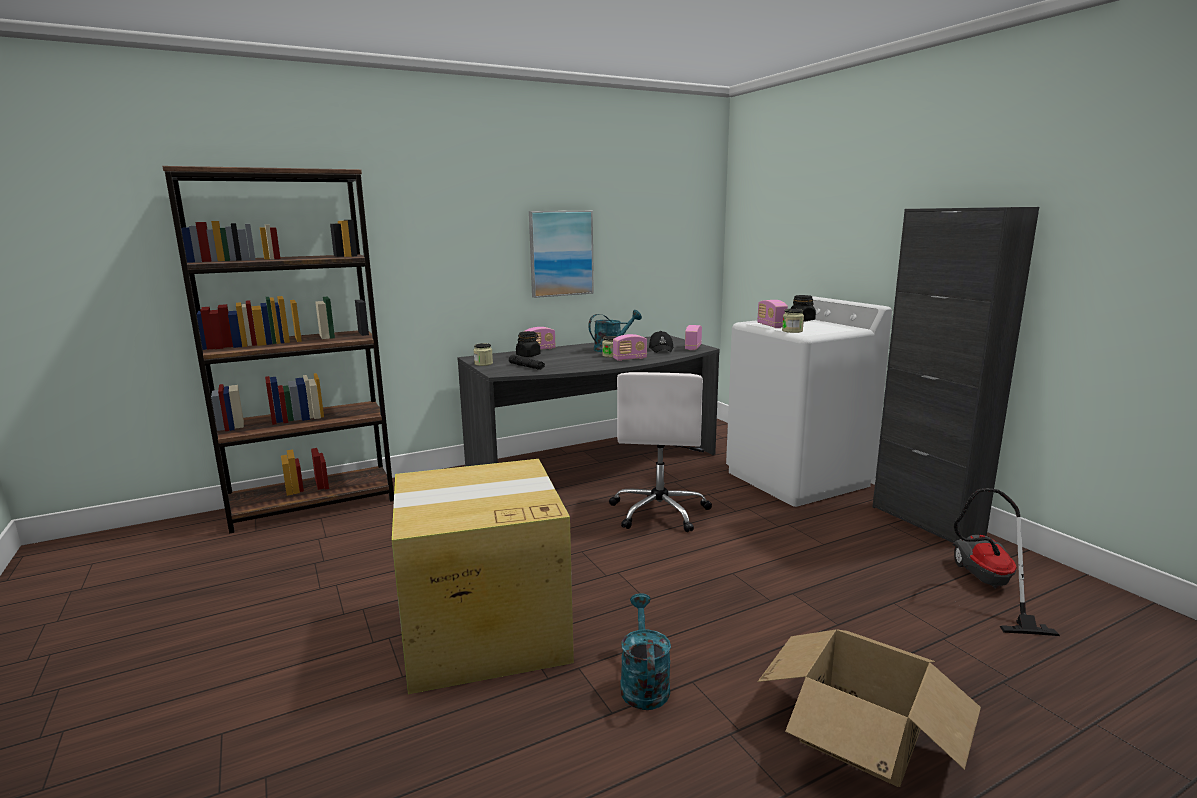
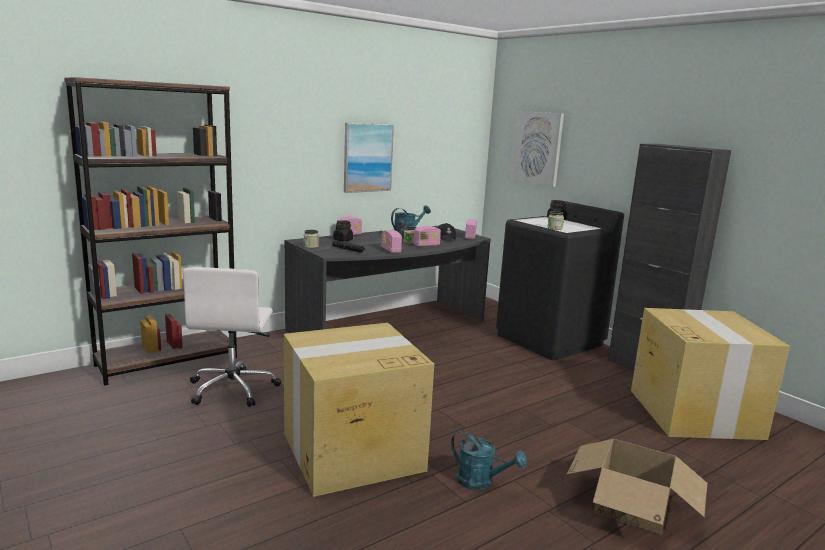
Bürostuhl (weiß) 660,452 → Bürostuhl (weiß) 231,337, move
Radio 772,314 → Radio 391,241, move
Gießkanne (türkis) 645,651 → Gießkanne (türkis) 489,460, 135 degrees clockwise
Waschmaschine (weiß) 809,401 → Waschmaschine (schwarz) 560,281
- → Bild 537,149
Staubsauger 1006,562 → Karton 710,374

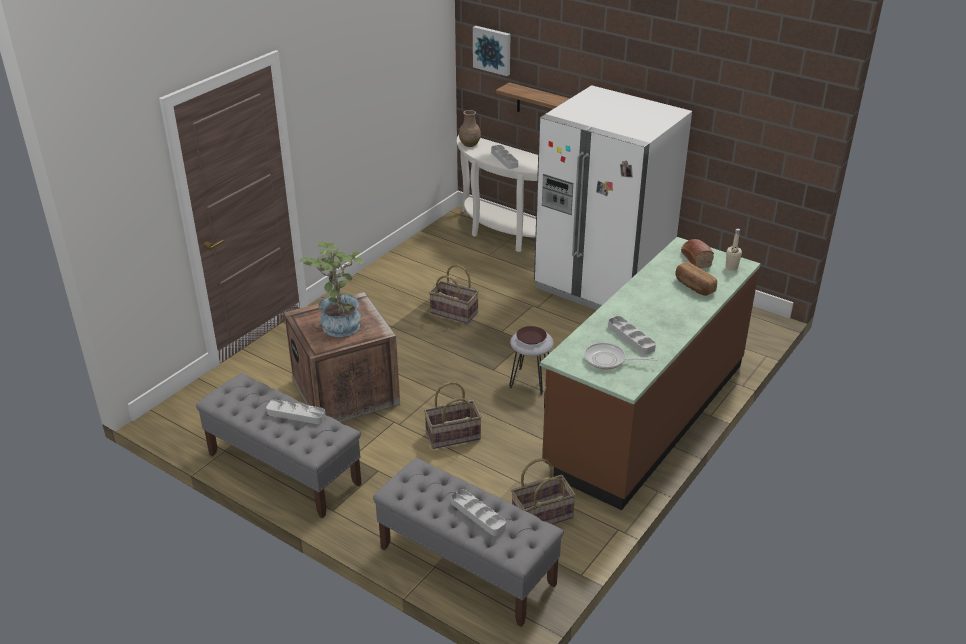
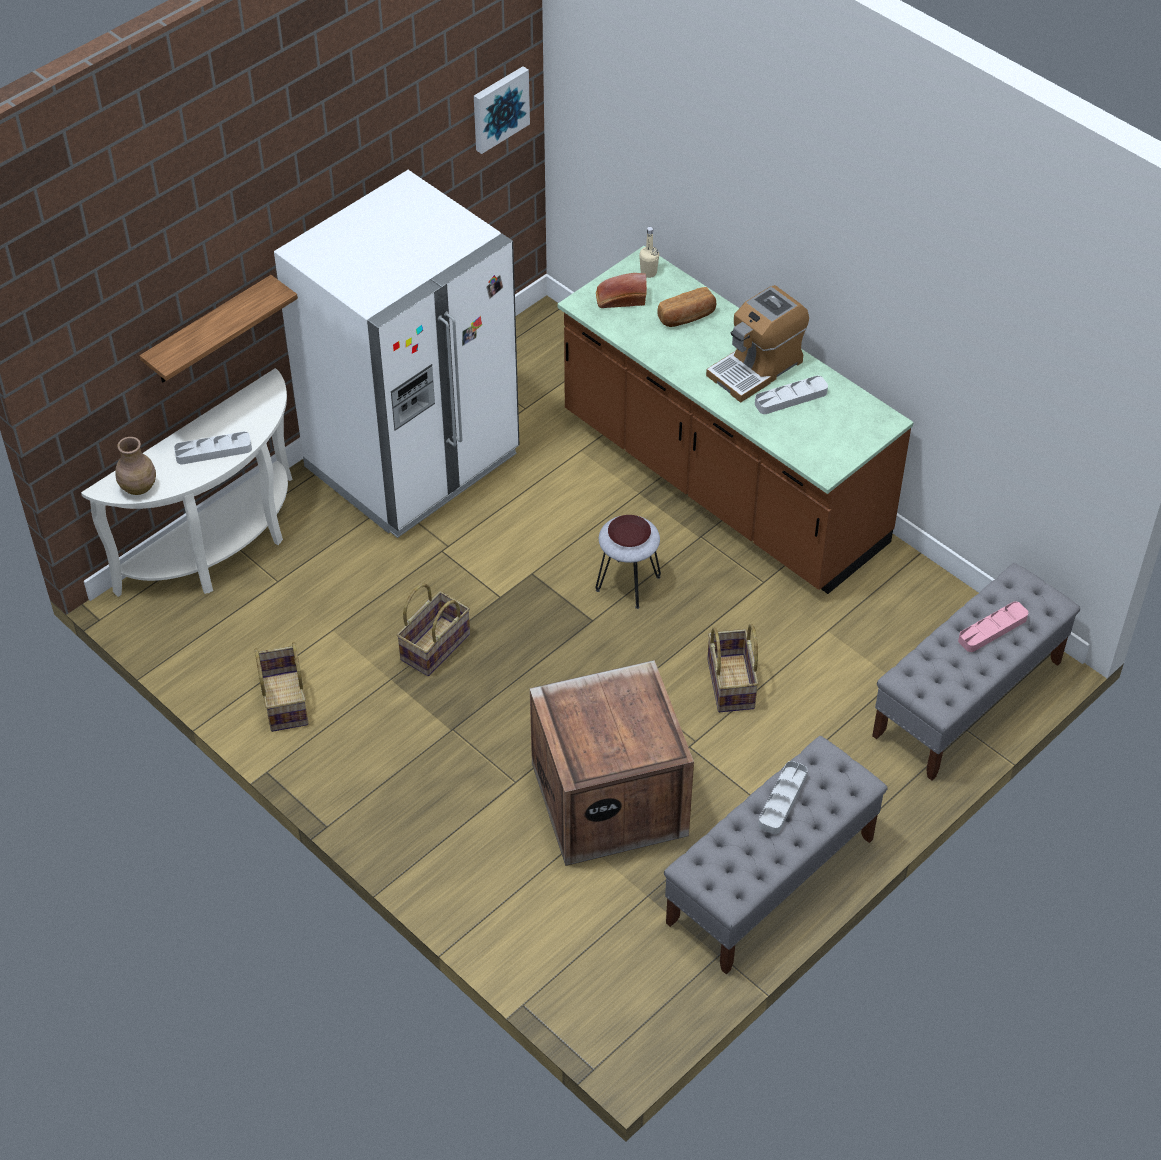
Korb 543,491 → Korb 281,687, move
Bild 491,51 → Bild 502,110, move
- → Kaffeemaschine 757,344
Tablett (grau) 478,512 → Tablett (rosa) 993,627
Topfpflanze 331,289 → -
Pfanne 620,356 → -

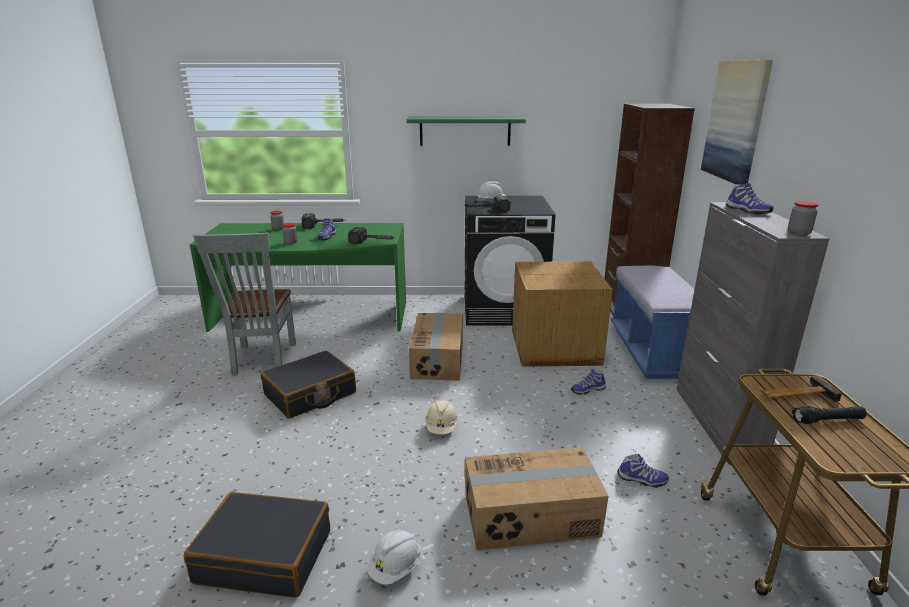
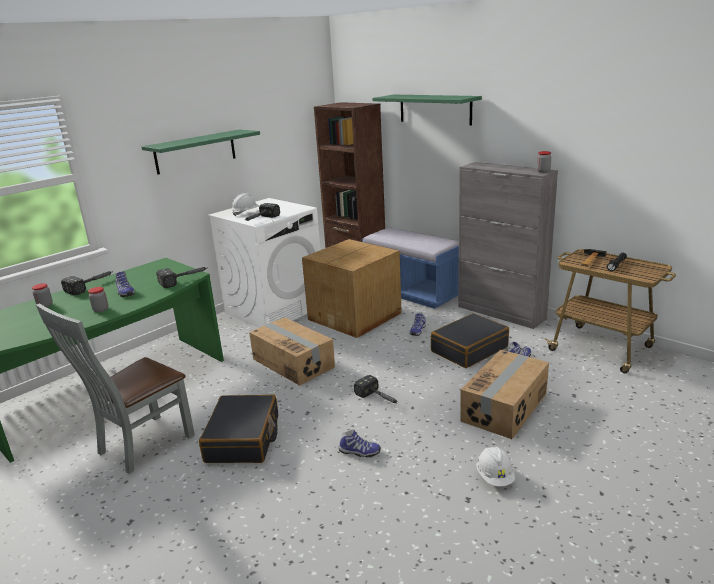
Stuhl (grau) 244,304 → Stuhl (grau) 115,388, 90 degrees clockwise
Waschmaschine (schwarz) 510,260 → Waschmaschine (weiß) 264,263
Schuh 749,198 → Schuh 360,444, move
Schutzhelm (beige) 441,417 → Hammer 376,389
Bild 737,122 → Wandregal (grün) 427,110
Koffer (schwarz) 257,545 → Koffer (schwarz) 470,340, move

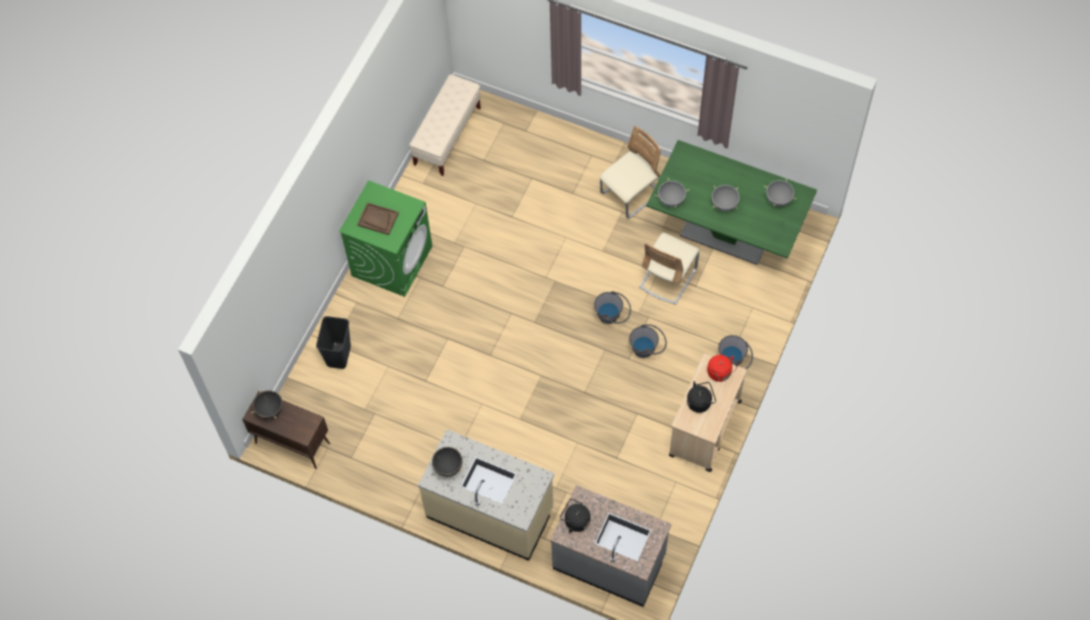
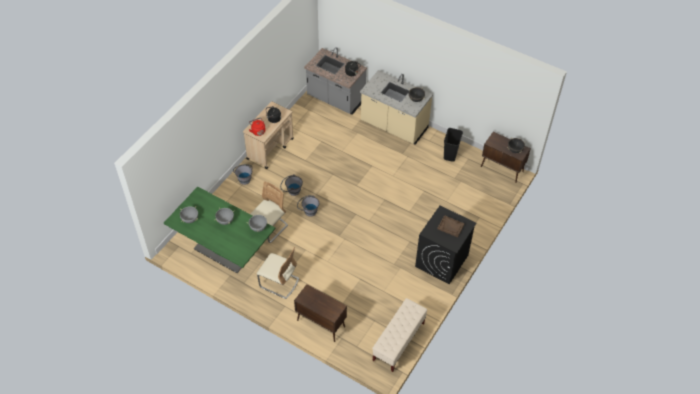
Stuhl (beige) 630,172 → Stuhl (beige) 278,273, 120 degrees counterclockwise
- → Schrank (braun) 320,313
Waschmaschine (grün) 385,238 → Waschmaschine (schwarz) 446,244
Mülleimer (schwarz) 333,342 → Mülleimer (schwarz) 453,145, move

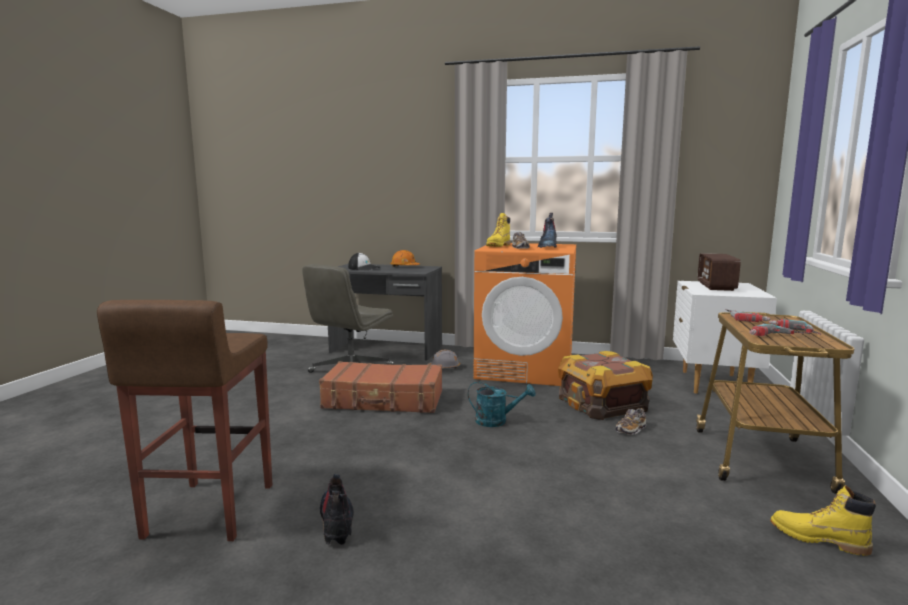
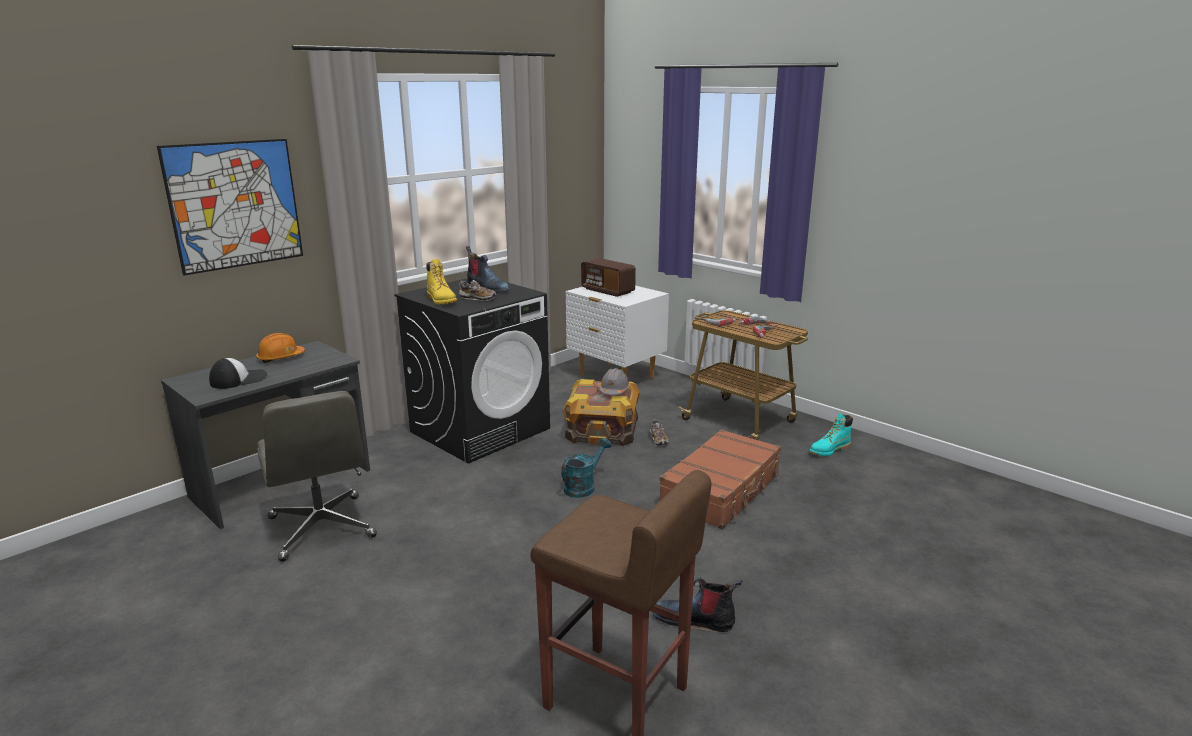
- → Bild 230,207
Waschmaschine (orange) 524,314 → Waschmaschine (schwarz) 472,371
Schutzhelm (grau) 443,359 → Schutzhelm (grau) 614,381, move
Koffer (braun) 380,387 → Koffer (braun) 720,479, move
Stiefel (gelb) 823,520 → Stiefel (türkis) 831,434

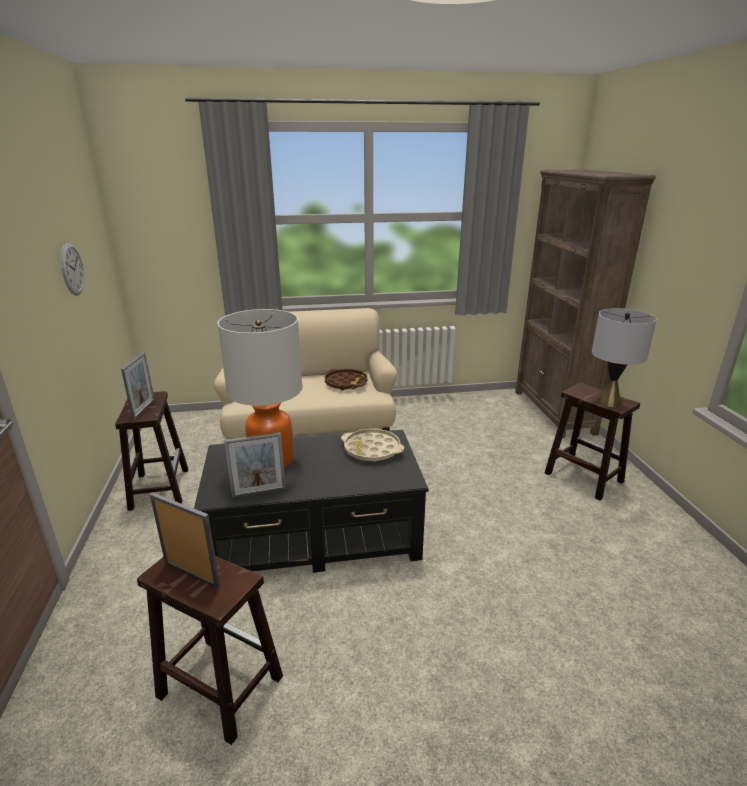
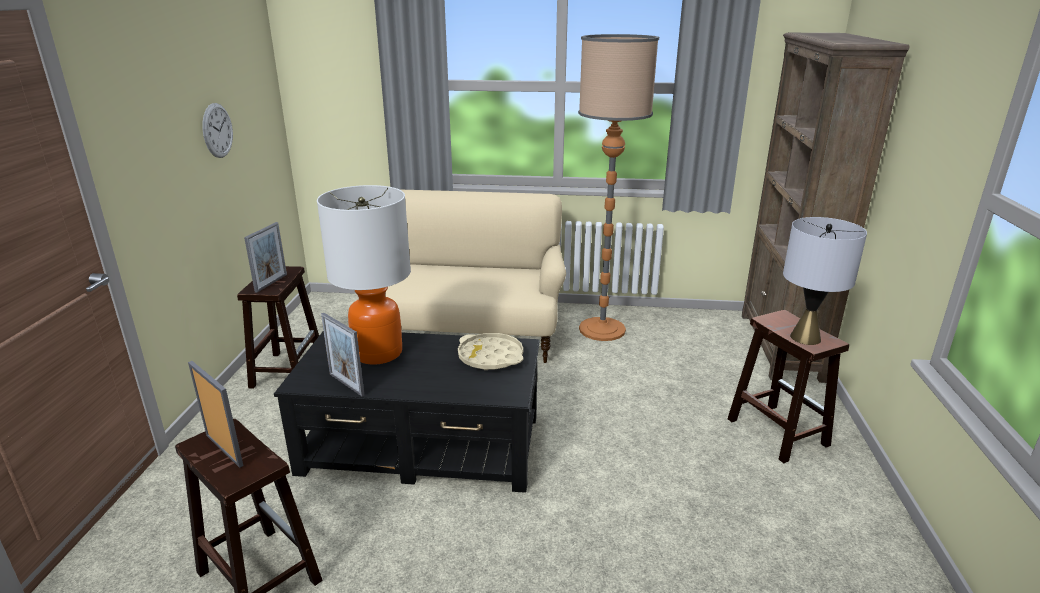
Bilderrahmen 255,465 → Bilderrahmen 342,354, 45 degrees clockwise
- → Stehlampe 618,187
Tablett (braun) 346,379 → -

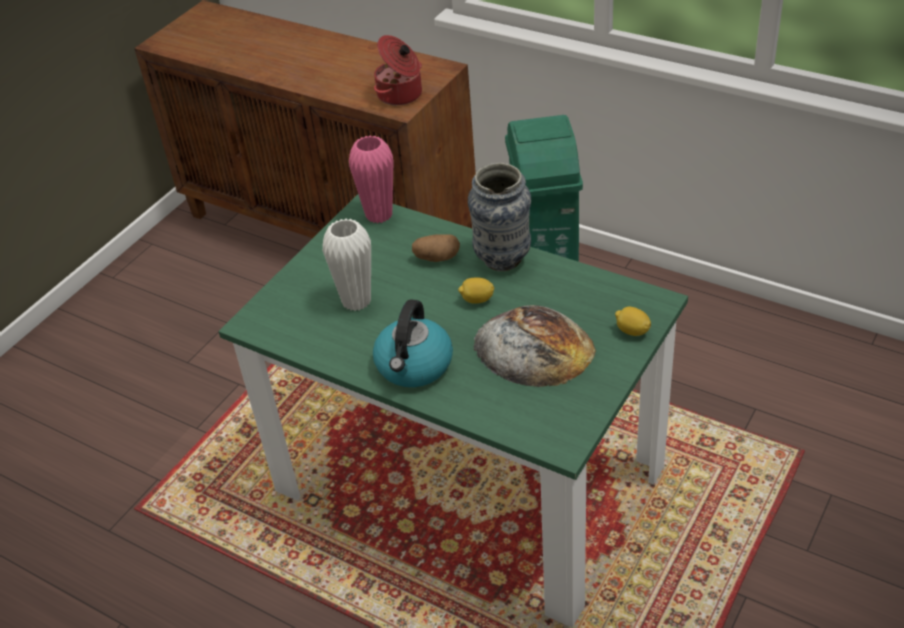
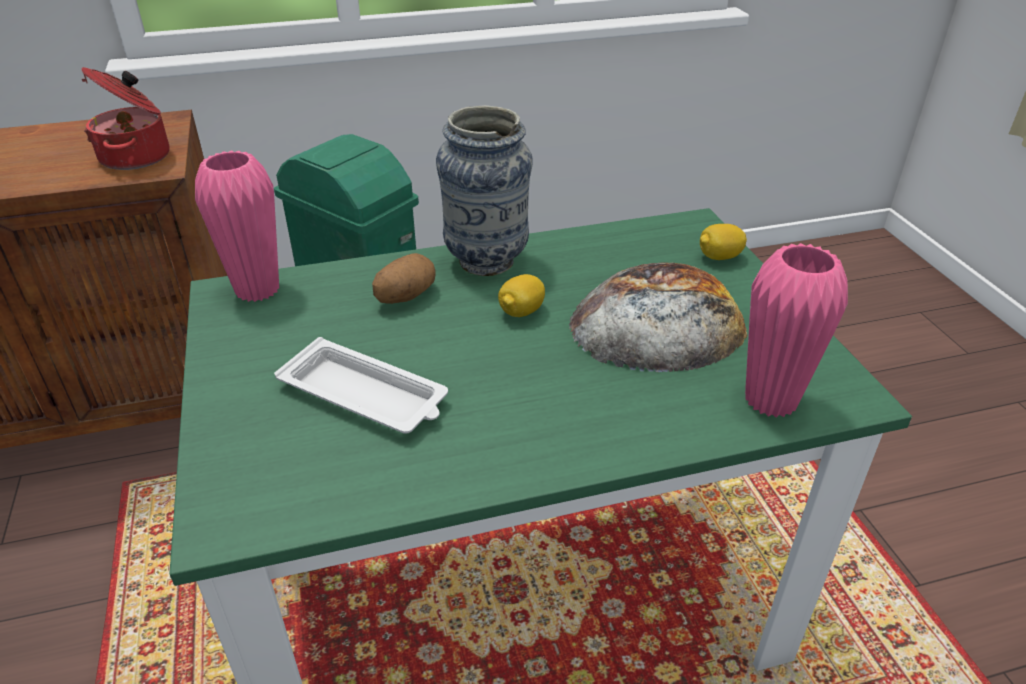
Vase (weiß) 347,265 → Tablett (weiß) 361,385
- → Vase (rosa) 796,330
Wasserkessel 413,343 → -

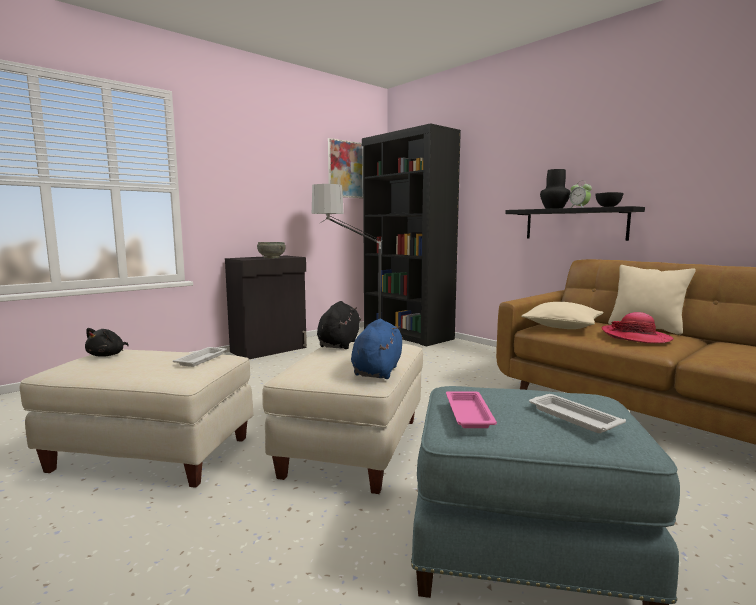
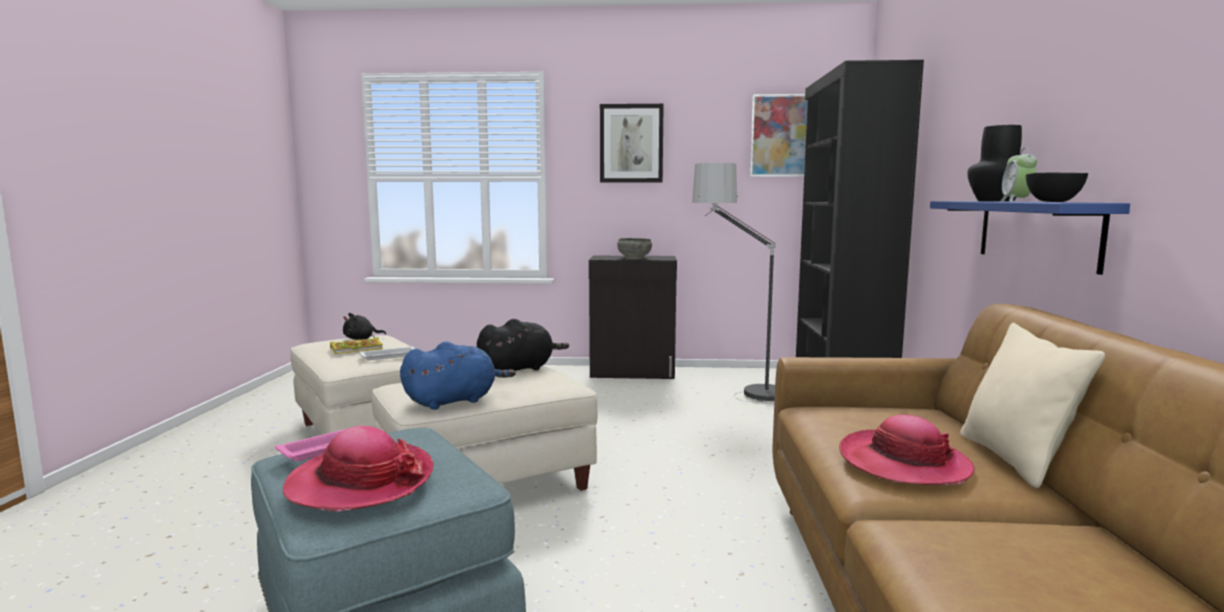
Tablett (weiß) 577,413 → Hut 358,468
- → Buch 356,345
- → Bild 632,143
Wandregal (schwarz) 575,223 → Wandregal (blau) 1030,238
Kissen (beige) 562,315 → -

